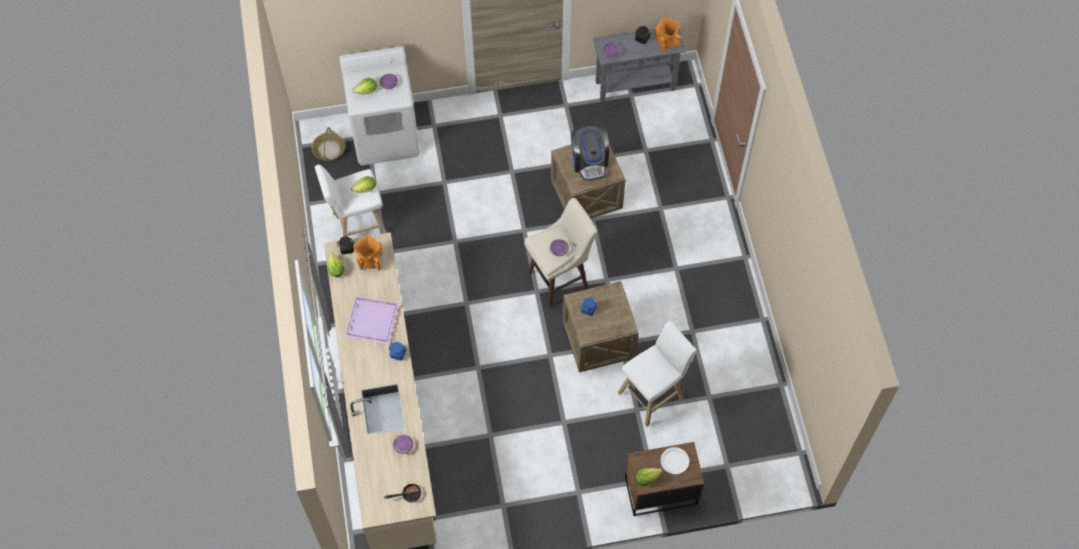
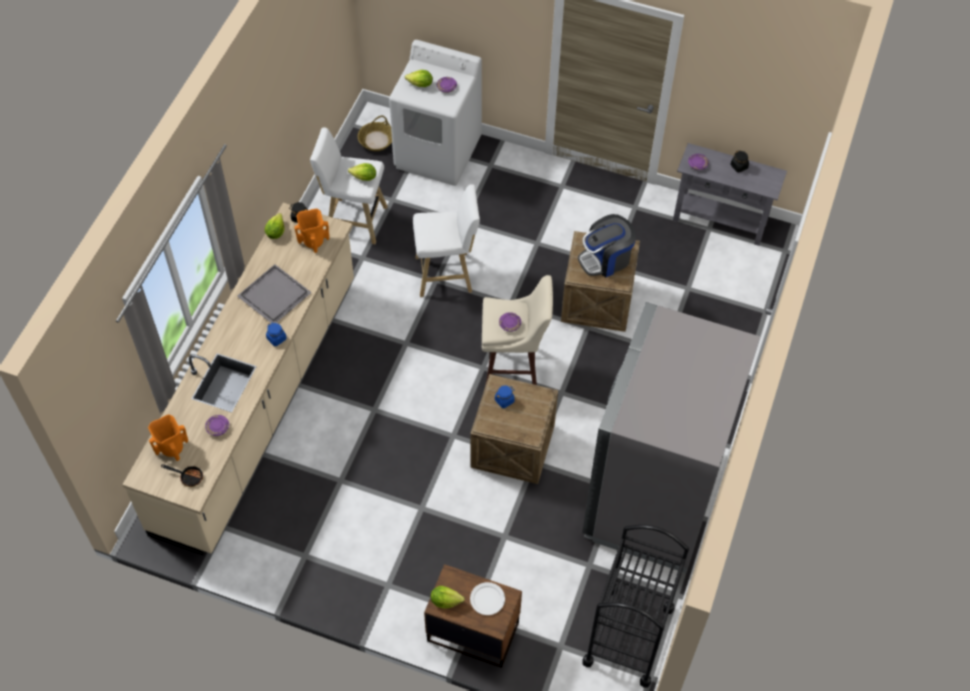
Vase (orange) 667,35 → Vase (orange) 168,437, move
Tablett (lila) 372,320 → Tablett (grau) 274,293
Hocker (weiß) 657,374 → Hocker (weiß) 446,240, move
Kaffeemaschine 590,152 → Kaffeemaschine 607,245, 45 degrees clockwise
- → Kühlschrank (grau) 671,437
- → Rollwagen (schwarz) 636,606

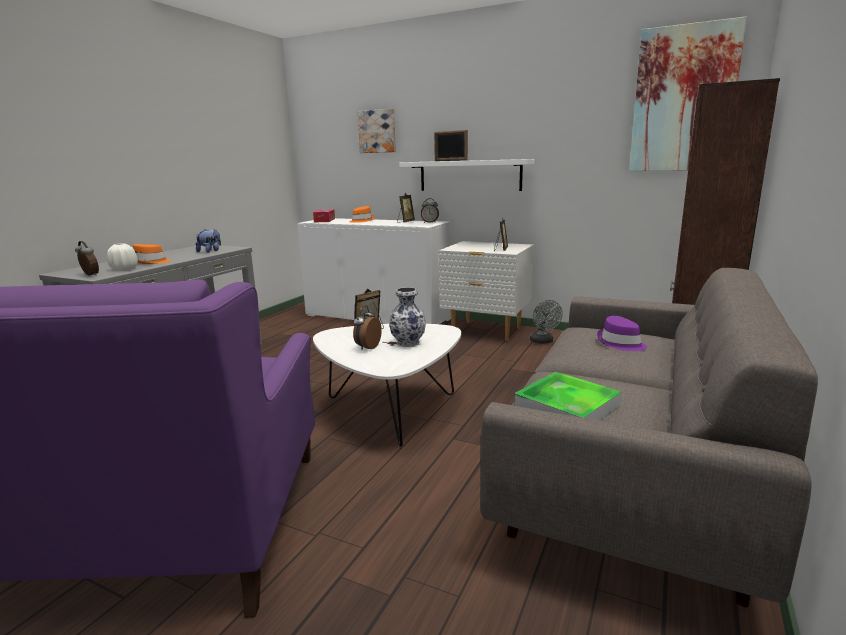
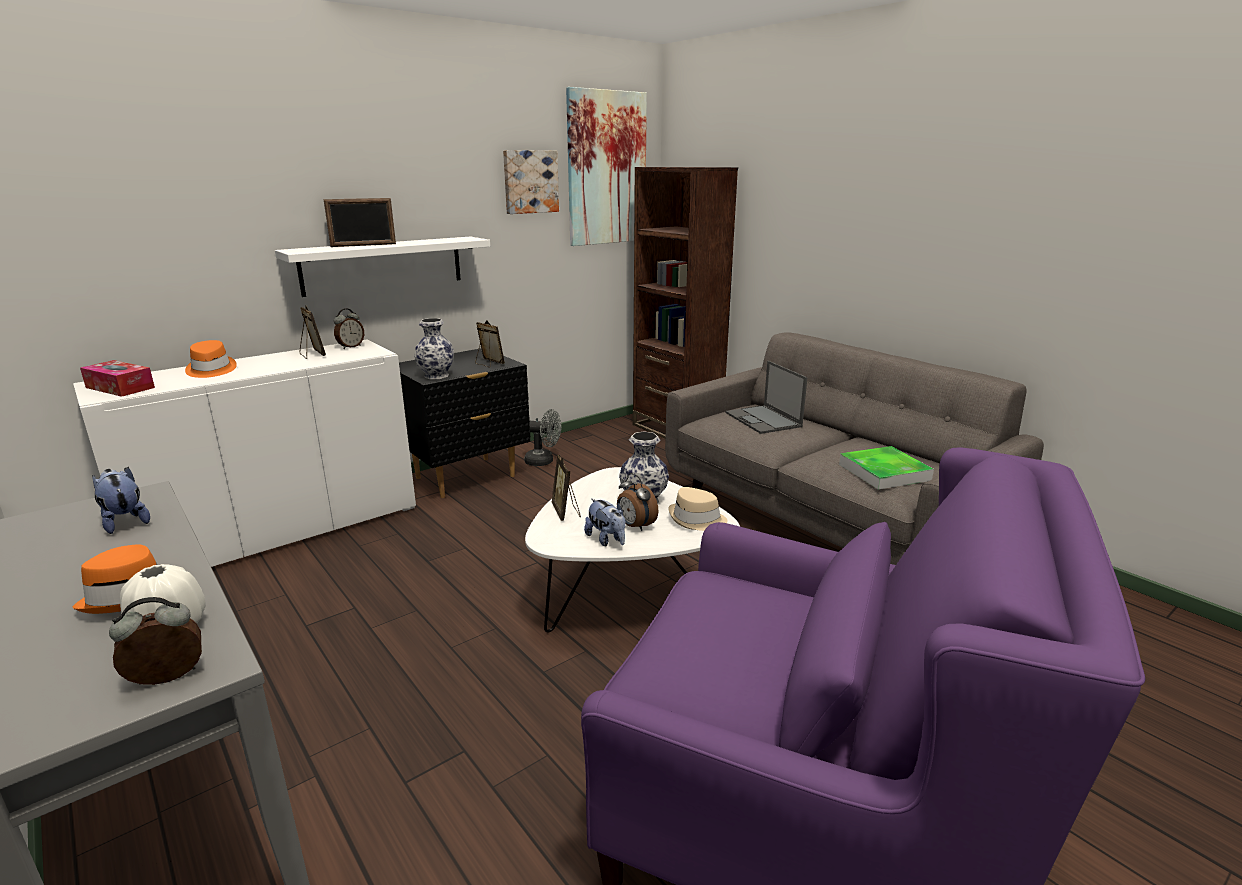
Nachttisch (weiß) 486,291 → Nachttisch (schwarz) 464,423
- → Vase 434,348
Bild 376,131 → Bild 531,182, move
- → Plüschtier 605,522
- → Hut (beige) 698,509
Hut (lila) 622,333 → Laptop 766,397

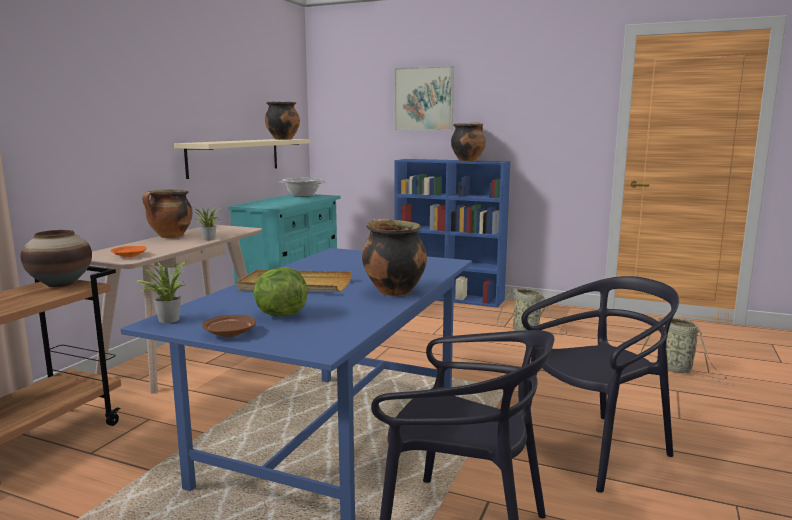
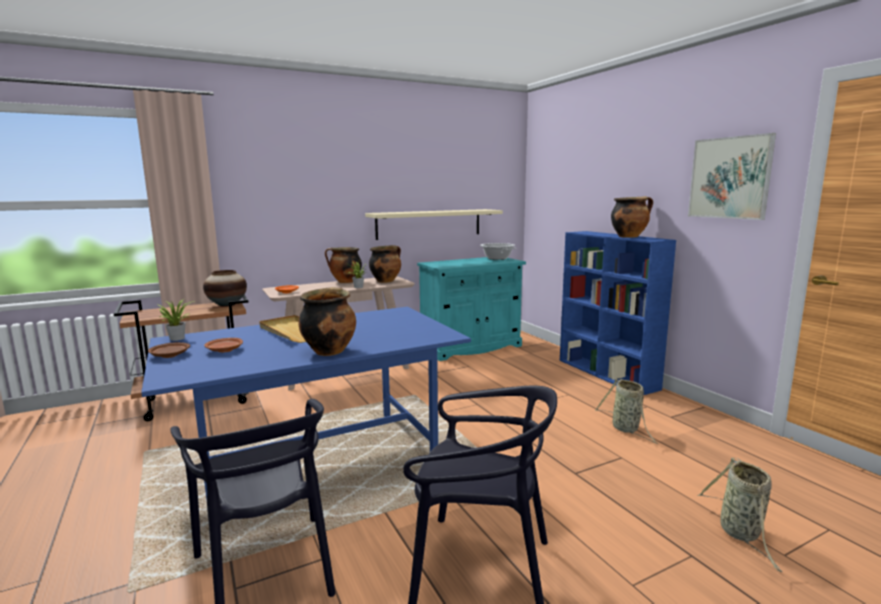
Salatkopf 280,292 → Teller (braun) 223,345
Kochtopf 282,120 → Kochtopf 385,264, move
Bild 424,98 → Bild 732,176, move

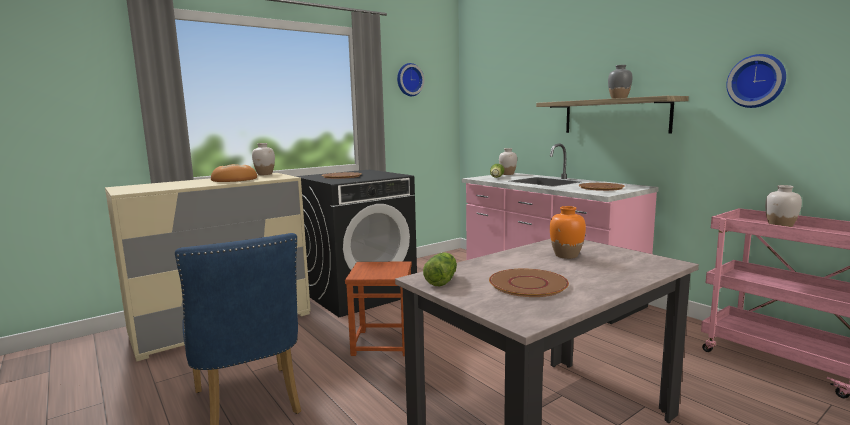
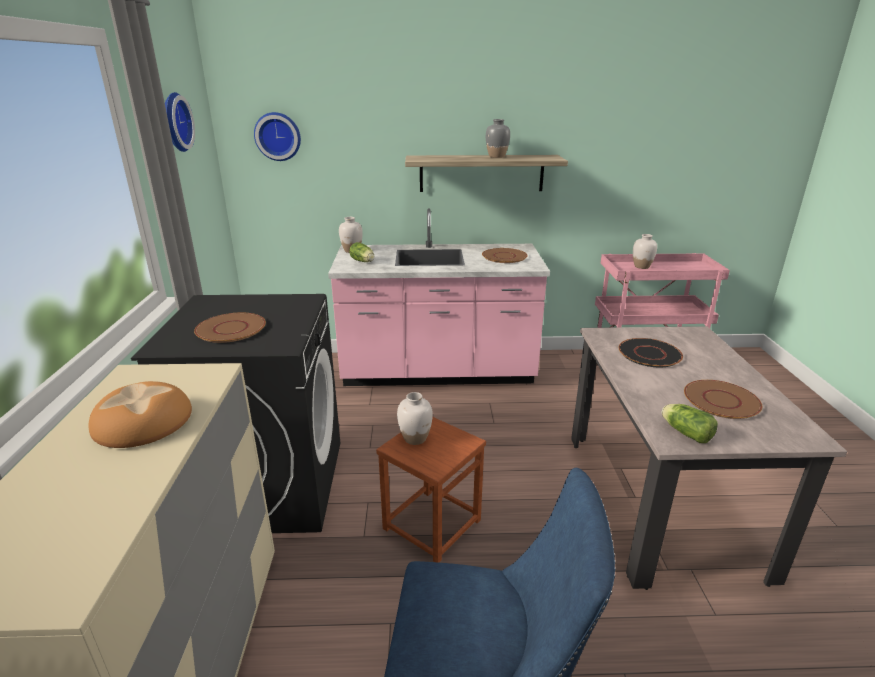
Wanduhr 756,81 → Wanduhr 277,136, move
Vase (weiß) 263,159 → Vase (weiß) 415,418, move
Vase (orange) 568,232 → Teller (schwarz) 650,352

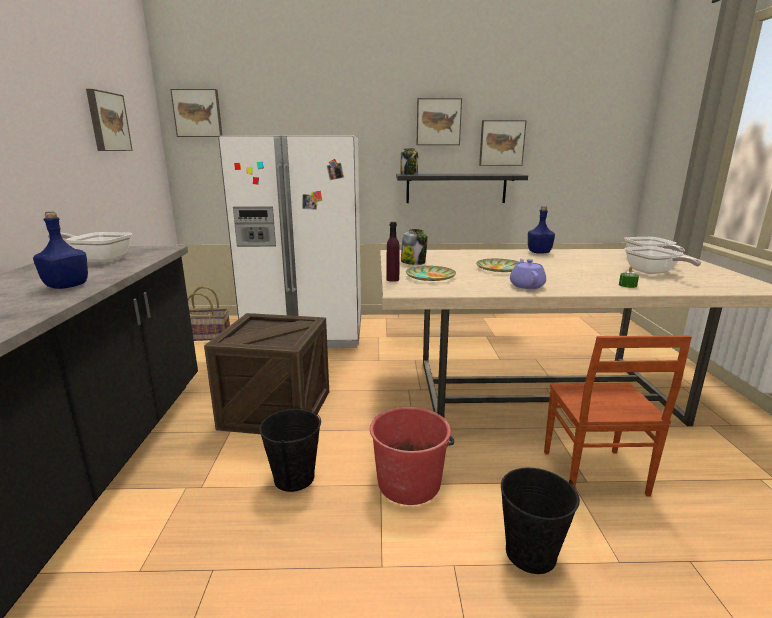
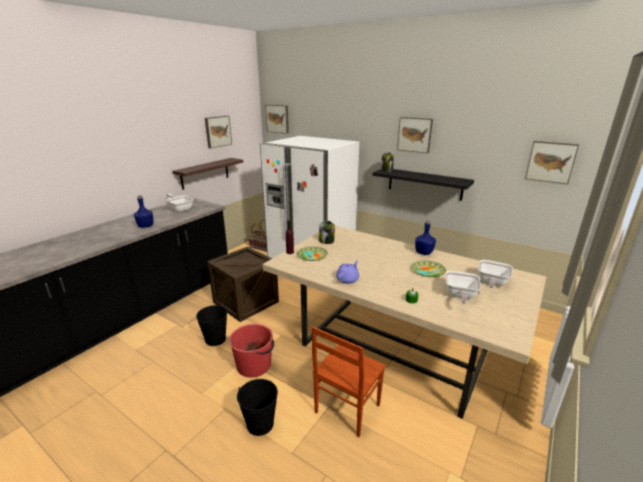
- → Wandregal 208,174
Teller 498,265 → Teller 428,268, move
Bild 503,143 → Bild 552,162, move

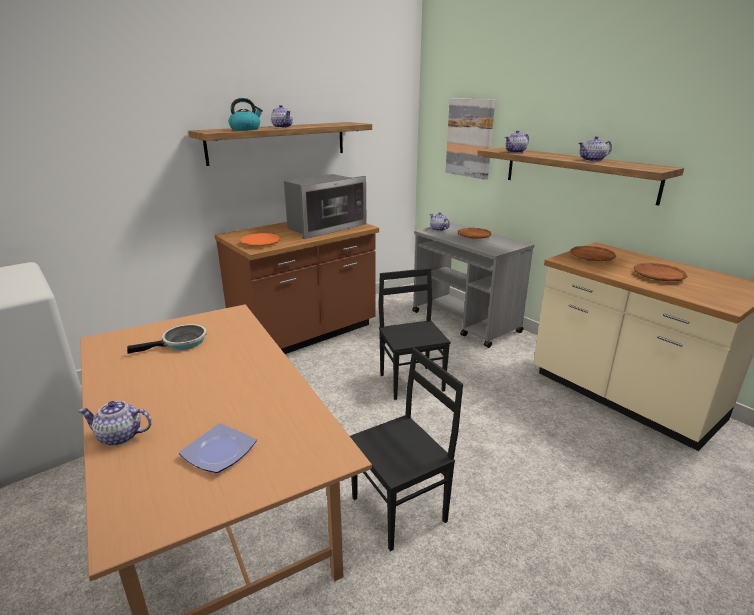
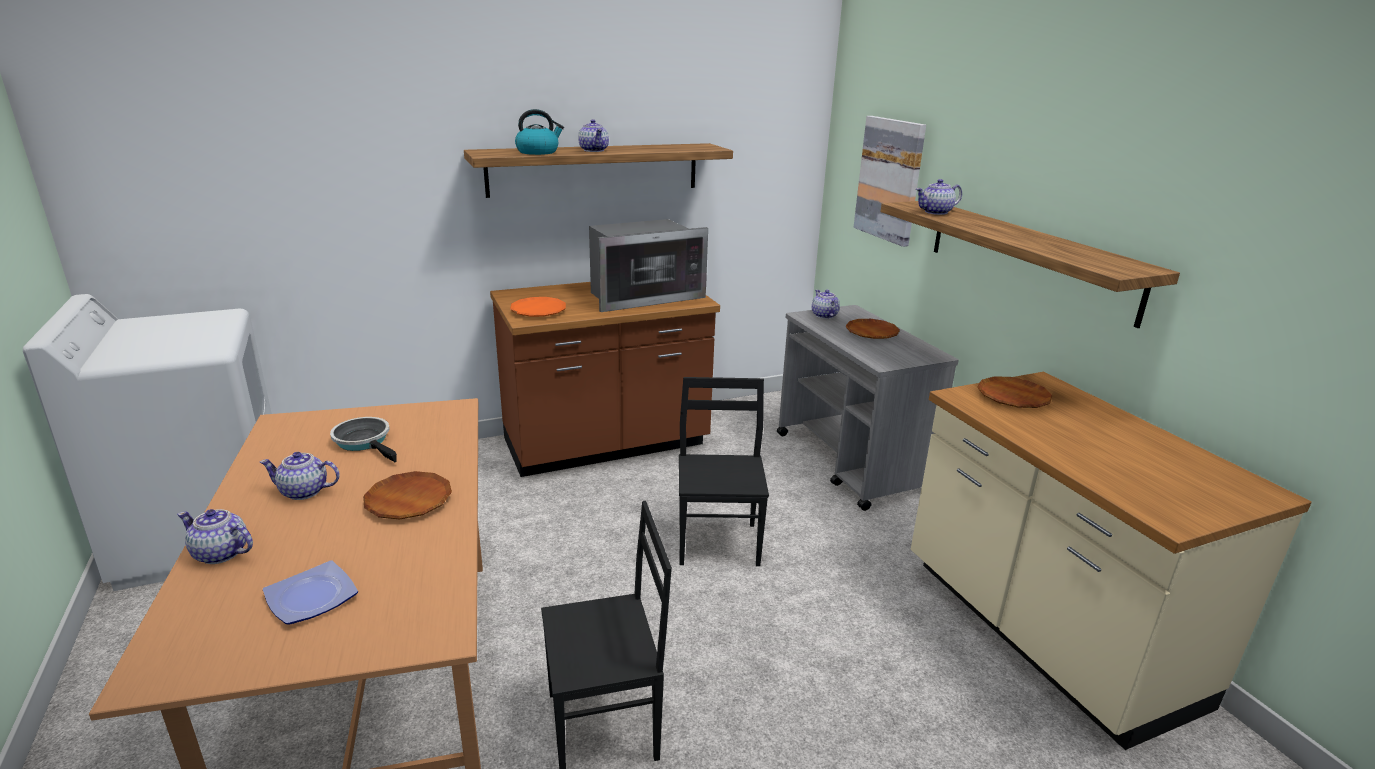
Teekanne 595,149 → Teekanne 299,476, move
Pfanne 167,339 → Pfanne 363,439, 120 degrees counterclockwise
Teller (braun) 660,272 → Teller (braun) 407,495, move

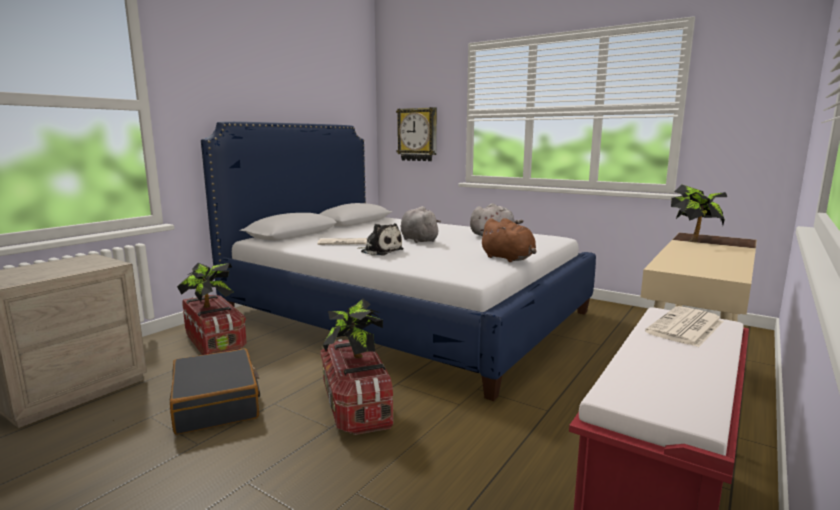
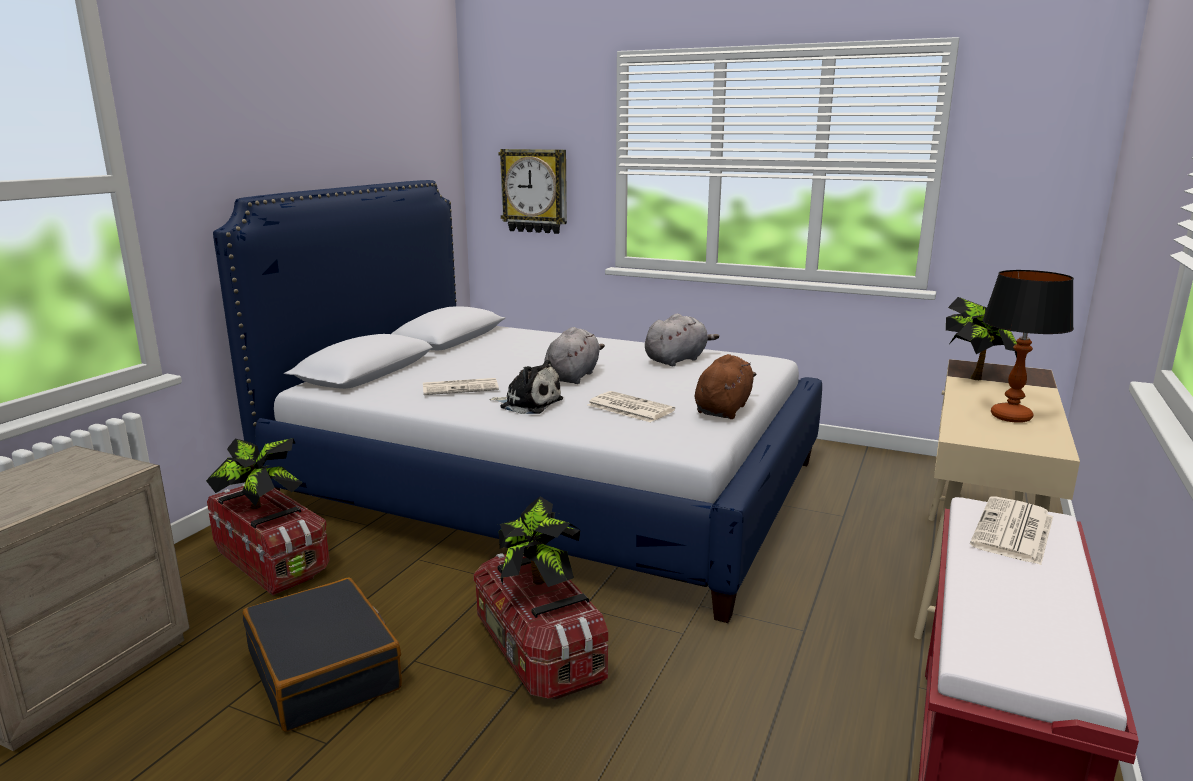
Plüschtier (grau) 421,224 → Plüschtier (grau) 574,355, 60 degrees clockwise
- → Zeitung 631,406
Plüschtier (braun) 507,240 → Plüschtier (braun) 725,386, 105 degrees counterclockwise
- → Tischlampe 1028,346

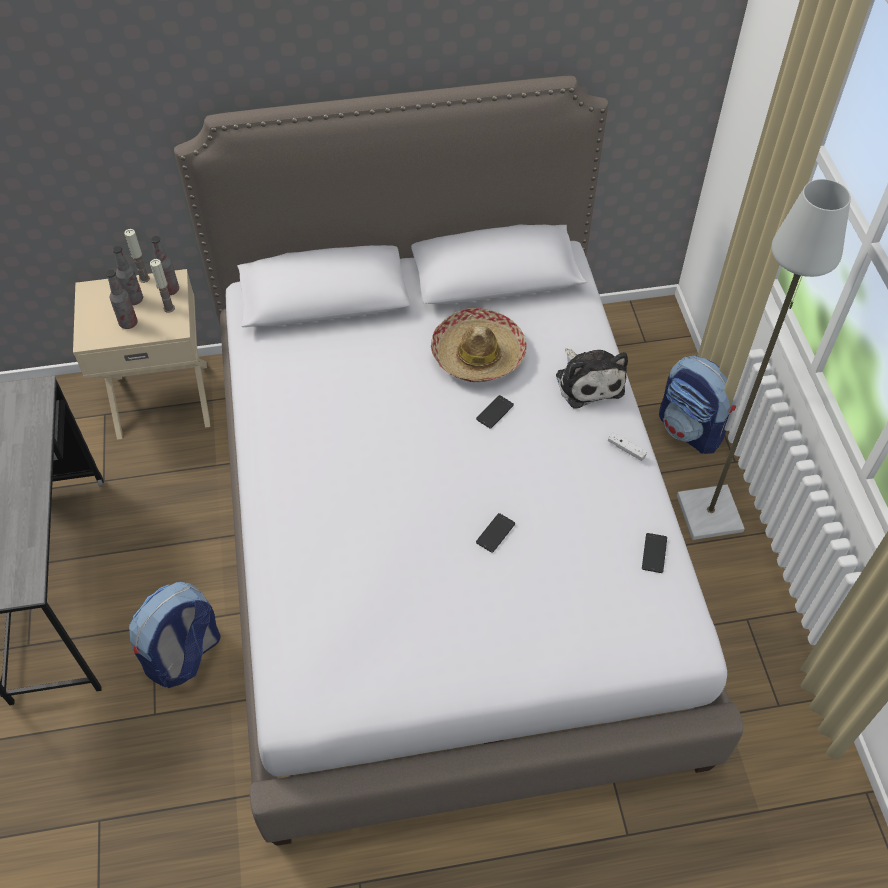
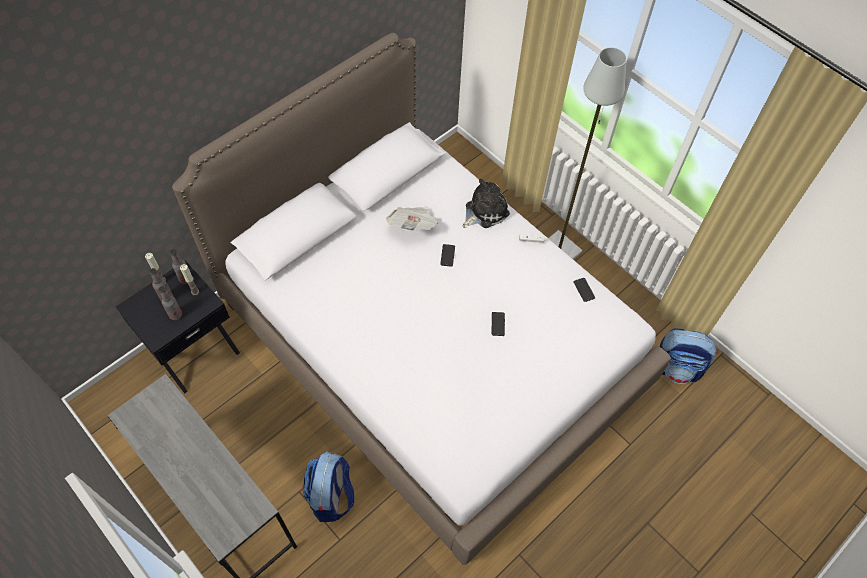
Nachttisch (beige) 141,354 → Nachttisch (schwarz) 178,327
Hut 479,345 → Zeitung 412,219
Plüschtier 592,379 → Plüschtier 486,203, 75 degrees counterclockwise
Rucksack 697,404 → Rucksack 689,356, move

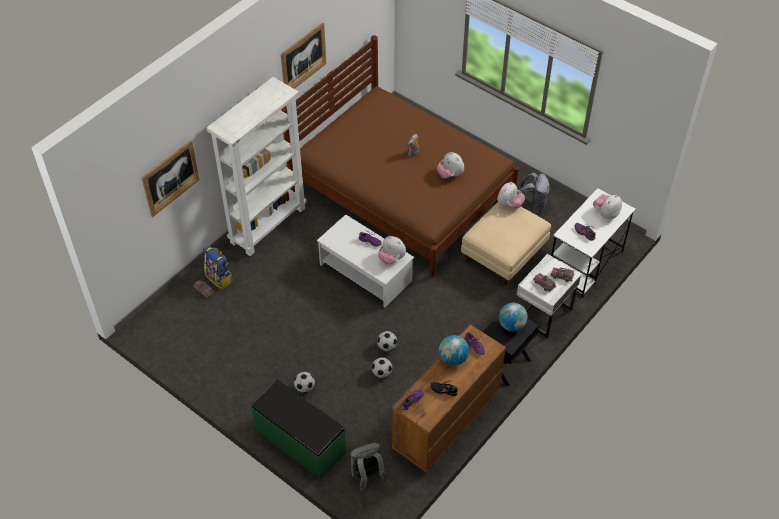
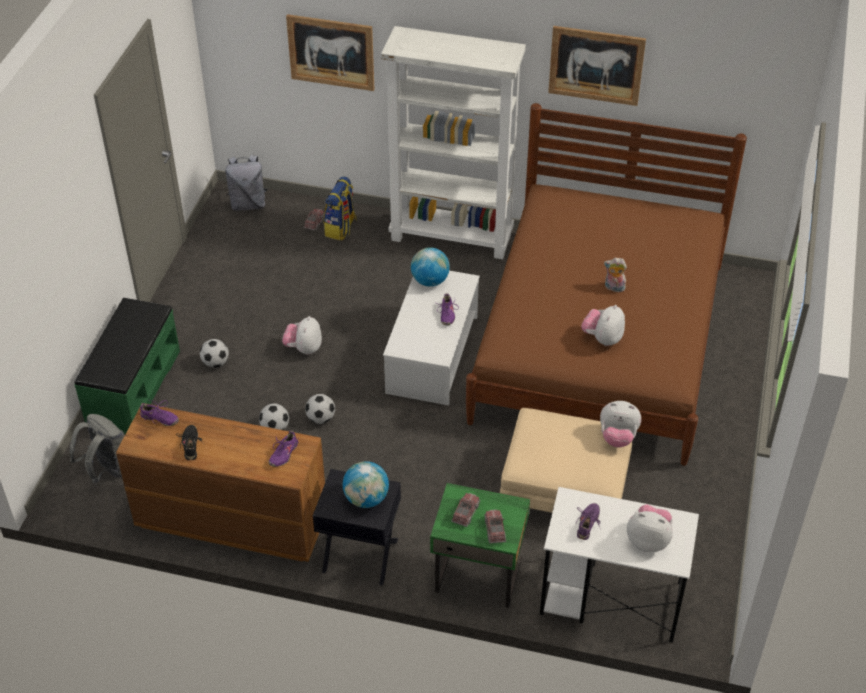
Rucksack (grau) 533,194 → Rucksack (grau) 246,183, move
Plüschtier 392,250 → Plüschtier 302,335, move
Globus 454,350 → Globus 430,267, move
Nachttisch (weiß) 549,296 → Nachttisch (grün) 480,545

